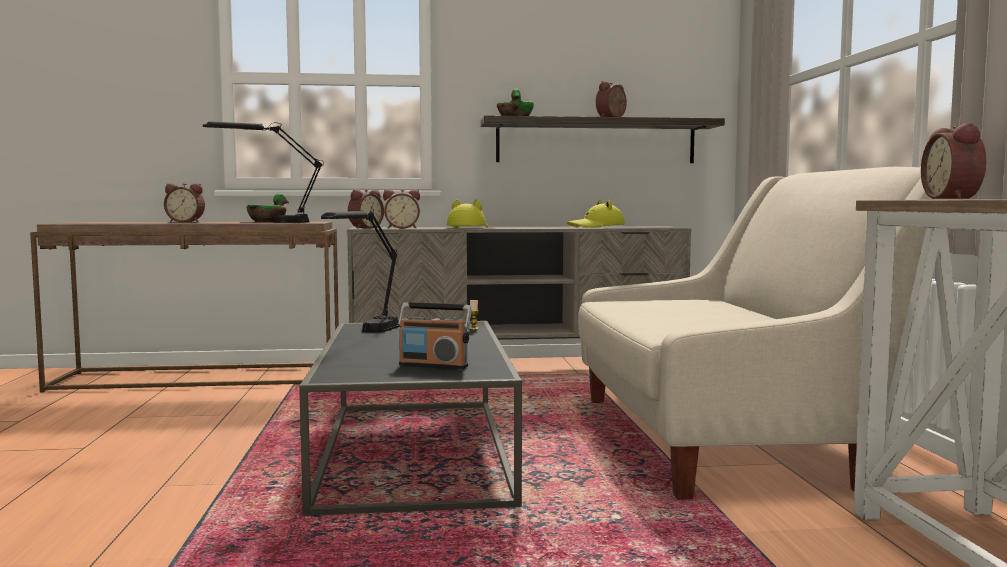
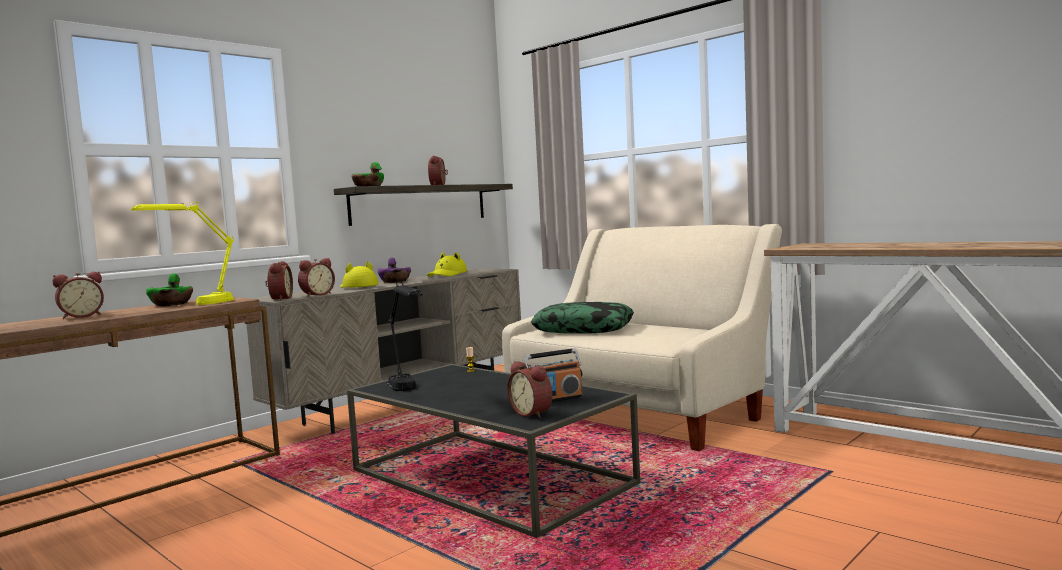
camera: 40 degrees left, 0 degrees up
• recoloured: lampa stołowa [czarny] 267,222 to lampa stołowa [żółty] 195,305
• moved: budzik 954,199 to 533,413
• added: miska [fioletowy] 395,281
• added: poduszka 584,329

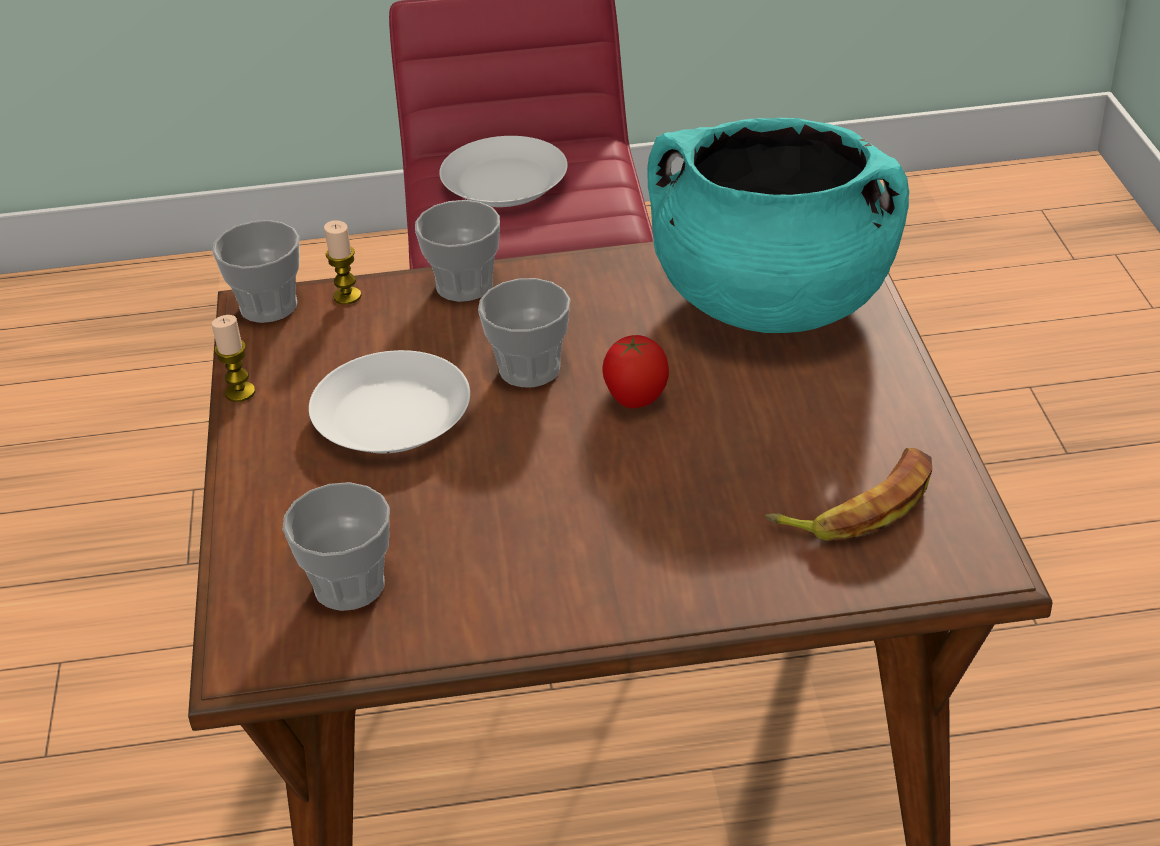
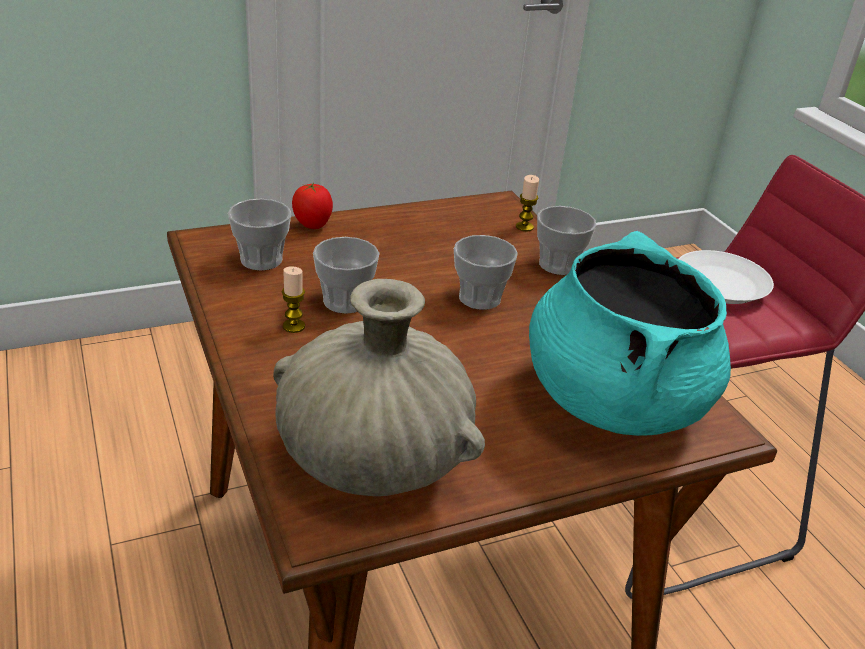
camera: 70 degrees right, 5 degrees down
• moved: filiżanka 268,306 to 345,301
• moved: świeca 240,392 to 293,326
• moved: pomidor 635,401 to 313,226
• removed: talerz [biały] 393,417
• replaced: banan 860,505 to wazon [beżowy] 374,458

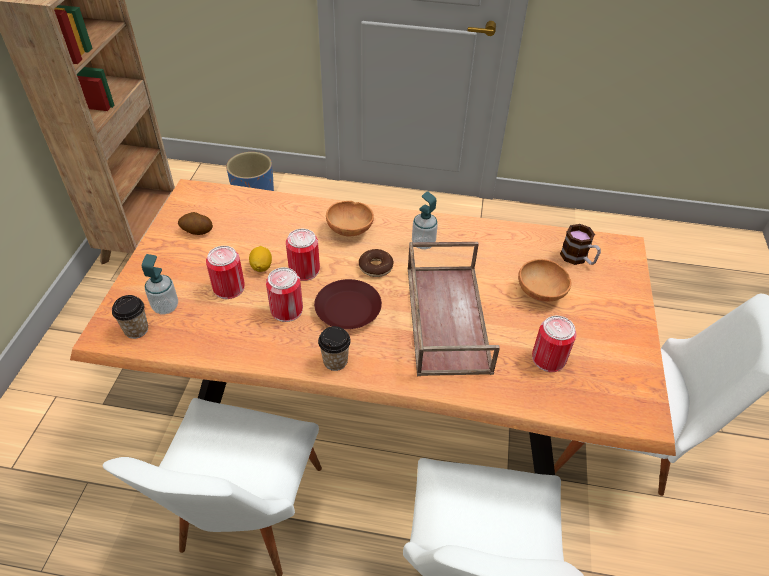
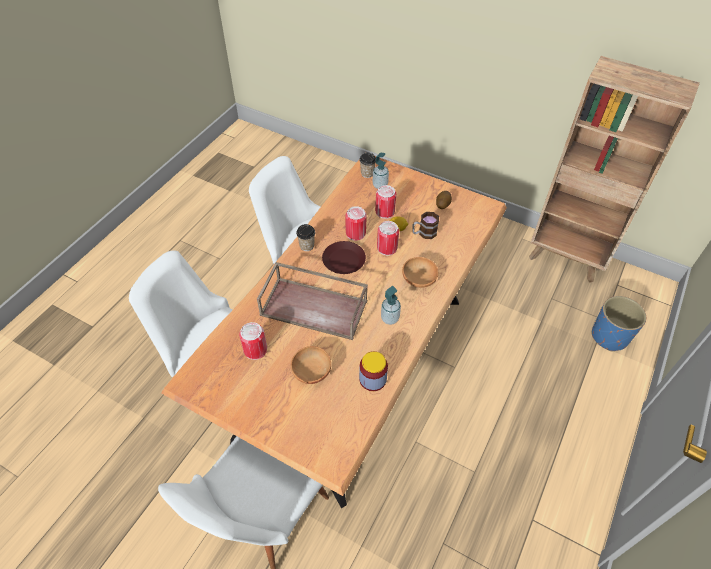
camera: 110 degrees right, 5 degrees up
• moved: kubek 578,258 to 424,233
• removed: donut 376,267
• added: słoik 372,379

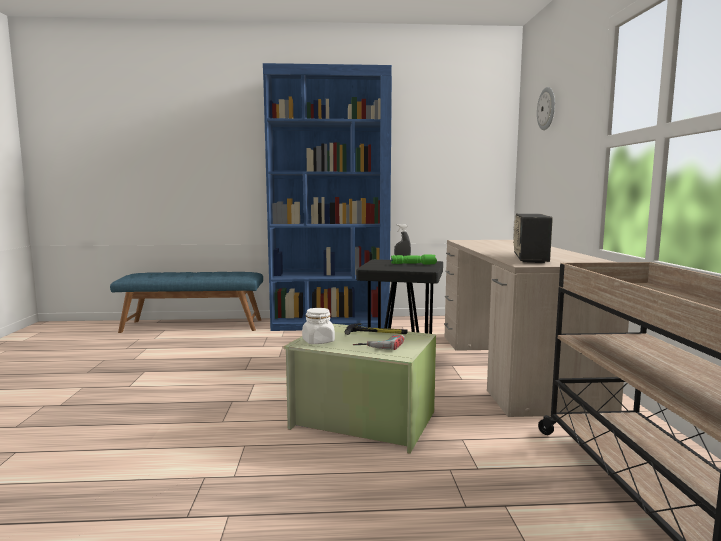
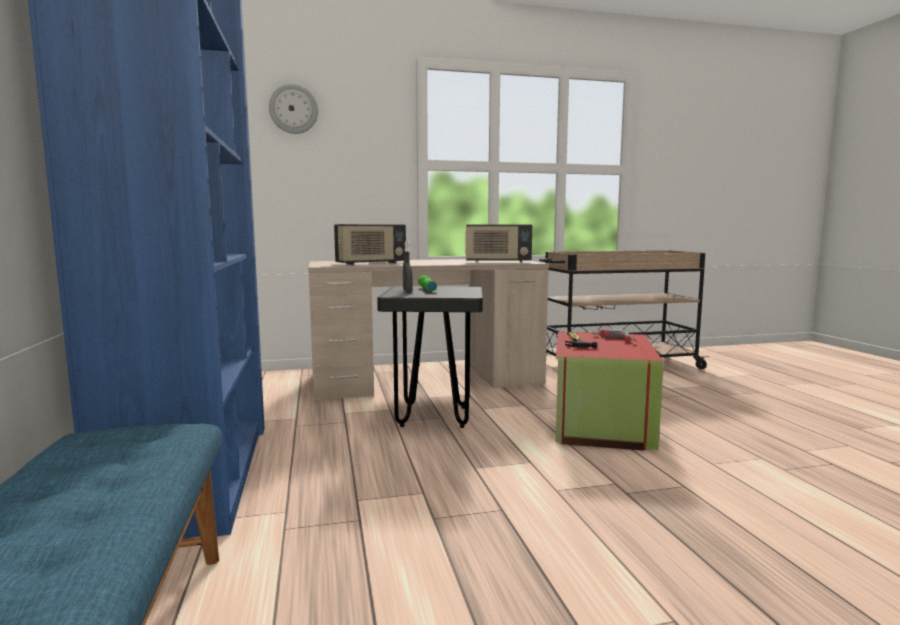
camera: 100 degrees left, 0 degrees up
• removed: słoik [biały] 318,341
• recoloured: pojemnik do przechowywania [zielony] 363,419 to pojemnik do przechowywania [czerwony] 599,423
• added: radio 371,263

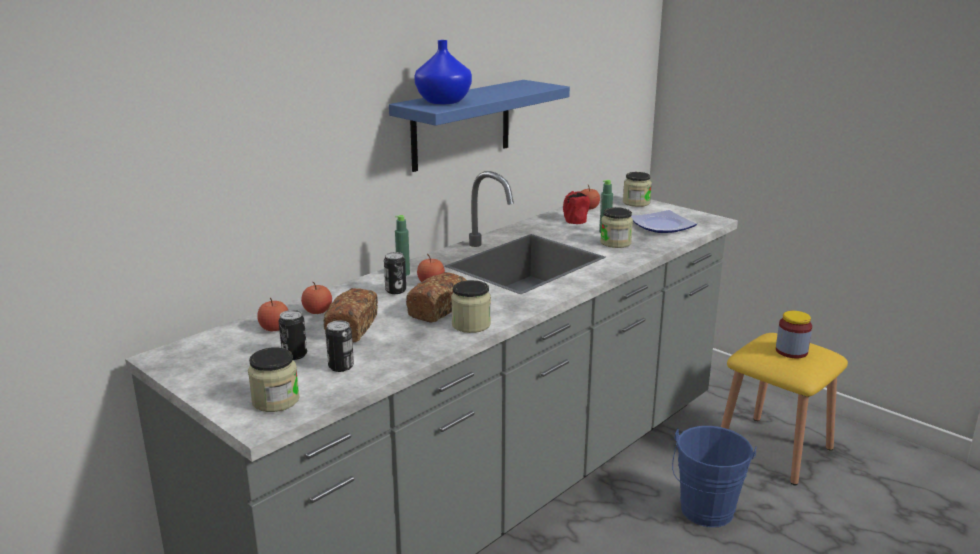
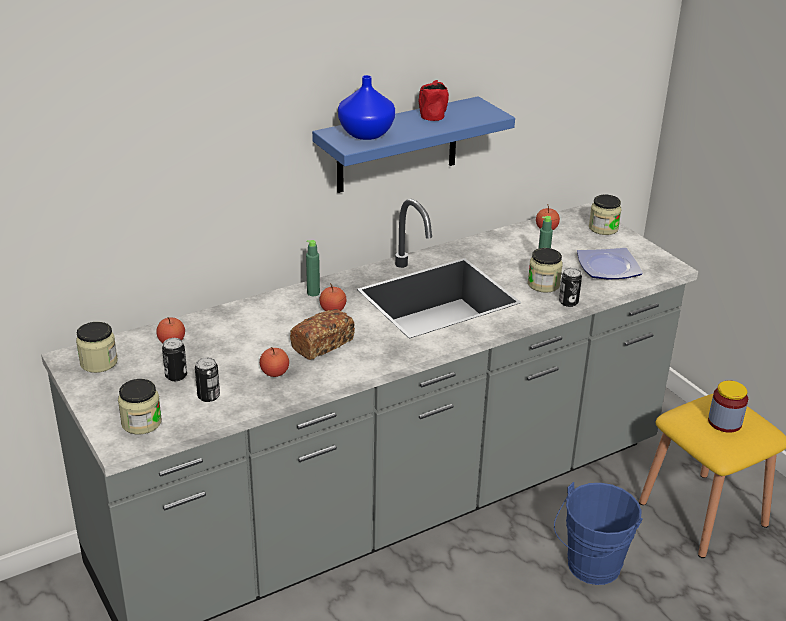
camera: 15 degrees right, 10 degrees up
• moved: kubek [czerwony] 573,218 to 432,113
• moved: puszka 395,291 to 568,302
• moved: słoik 471,325 to 99,362
• moved: jabłko 317,311 to 274,373
• removed: chleb 352,328

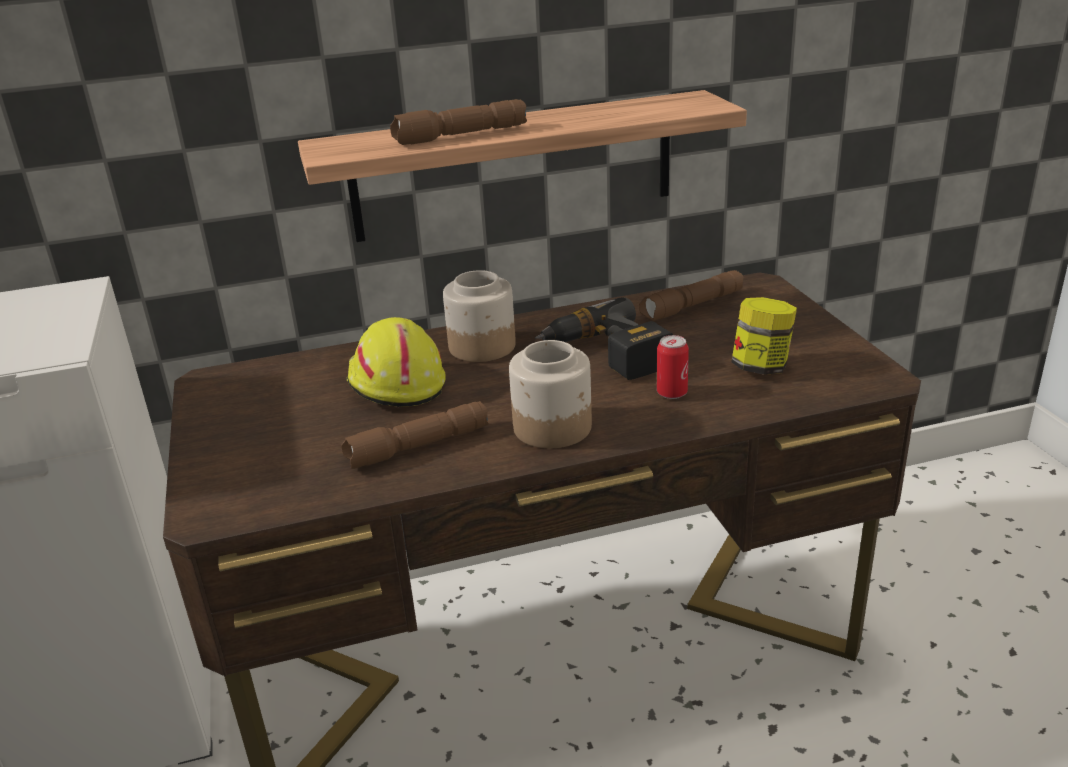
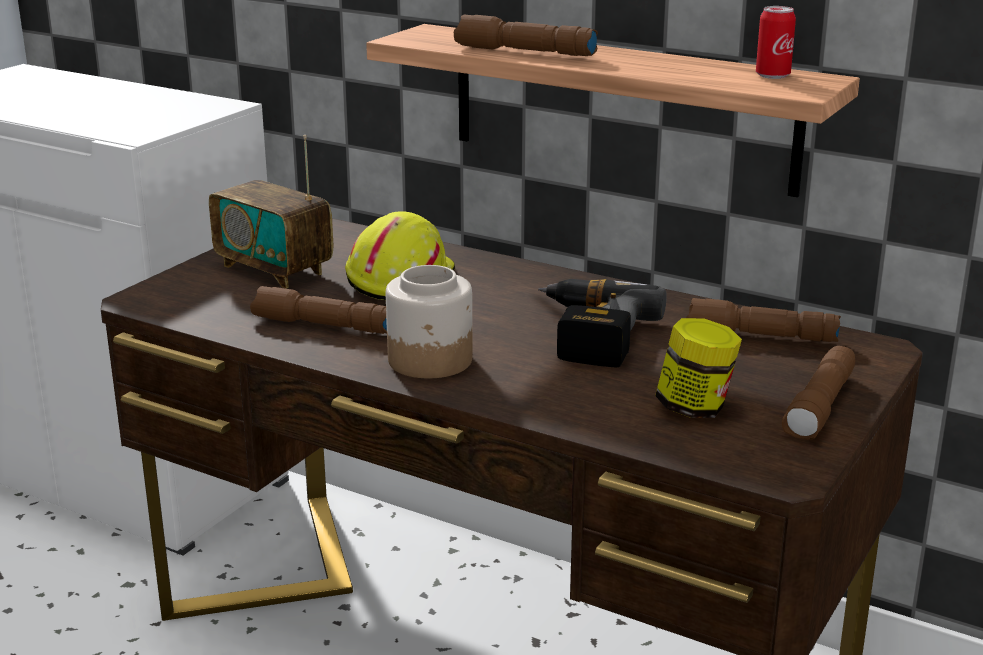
camera: 45 degrees right, 5 degrees down
• removed: słoik 481,346
• moved: puszka 672,393 to 772,75
• added: radio 274,269
• added: latarka [brązowy] 821,407

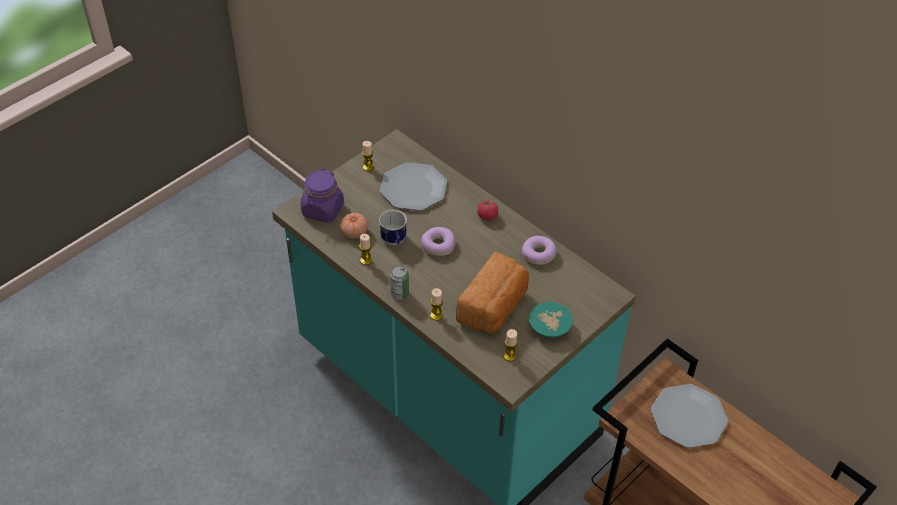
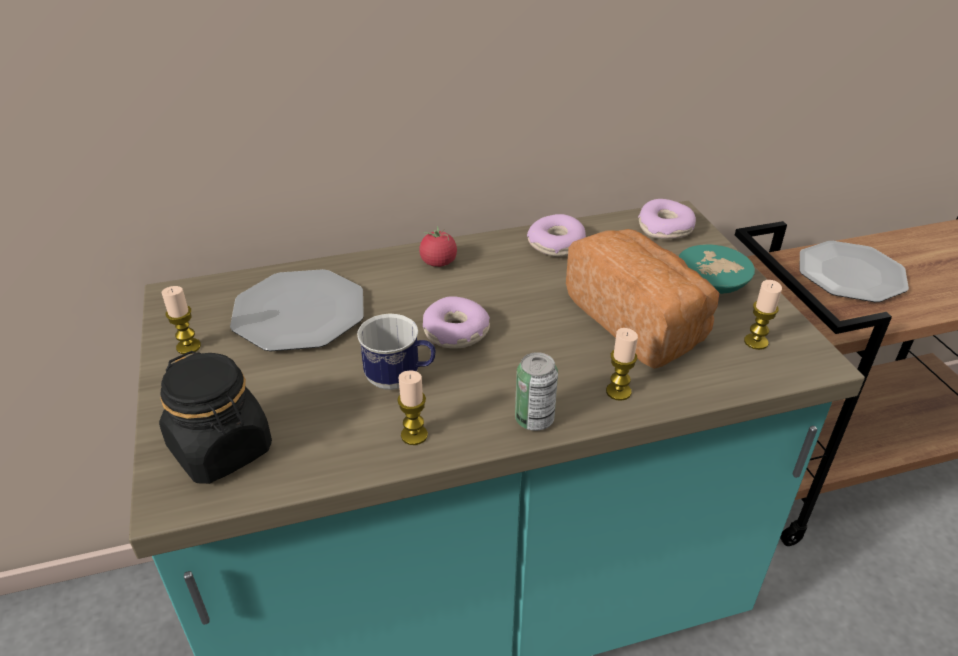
camera: 60 degrees left, 10 degrees down
• recoloured: słoik [fioletowy] 323,210 to słoik [czarny] 222,449
• removed: pomidor 354,232
• added: donut 665,228

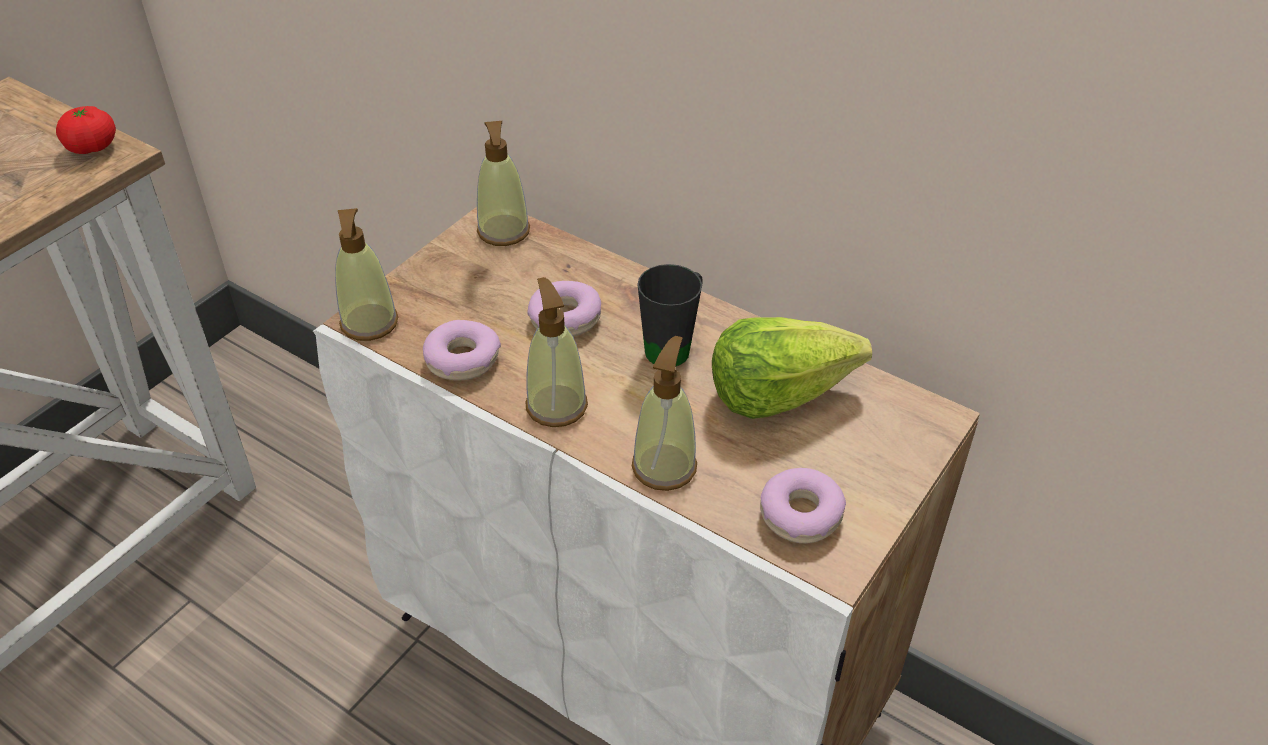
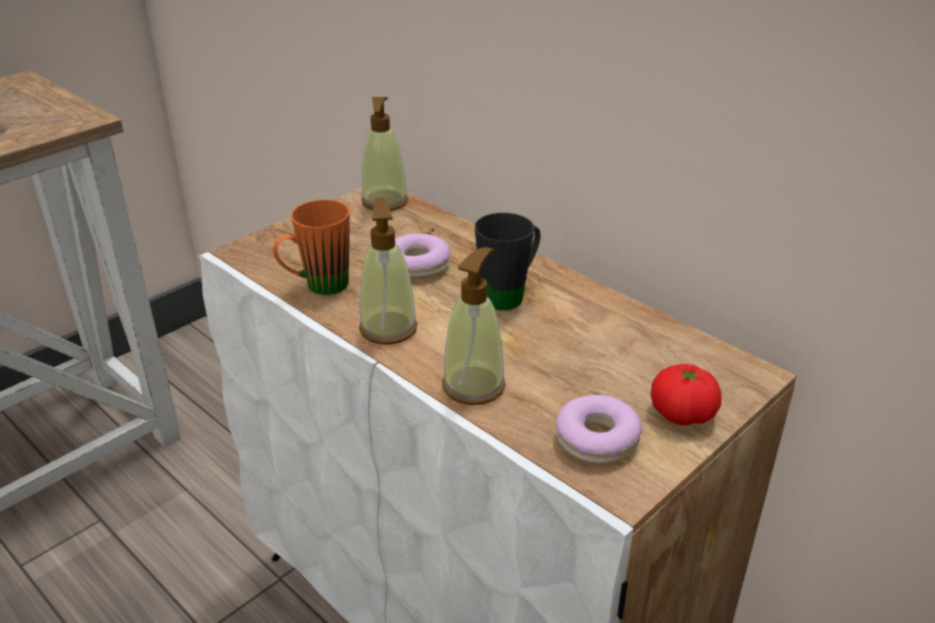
camera: 10 degrees right, 10 degrees down
• moved: pomidor 92,147 to 682,414
• removed: dozownik mydła 369,323
• removed: sałata 778,391
• replaced: donut 463,359 to kubek [pomarańczowy] 317,287

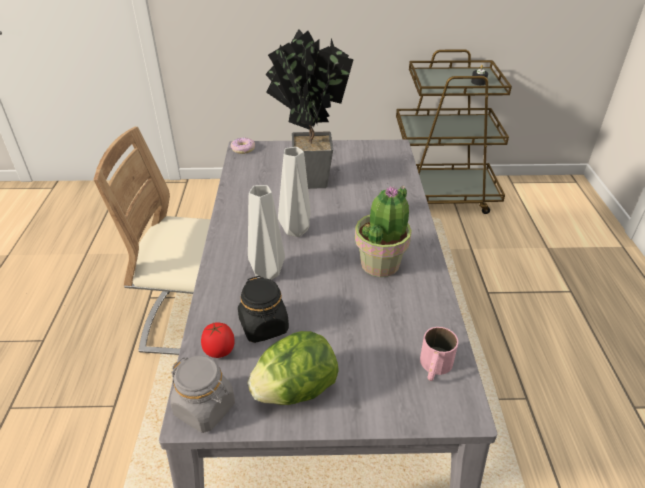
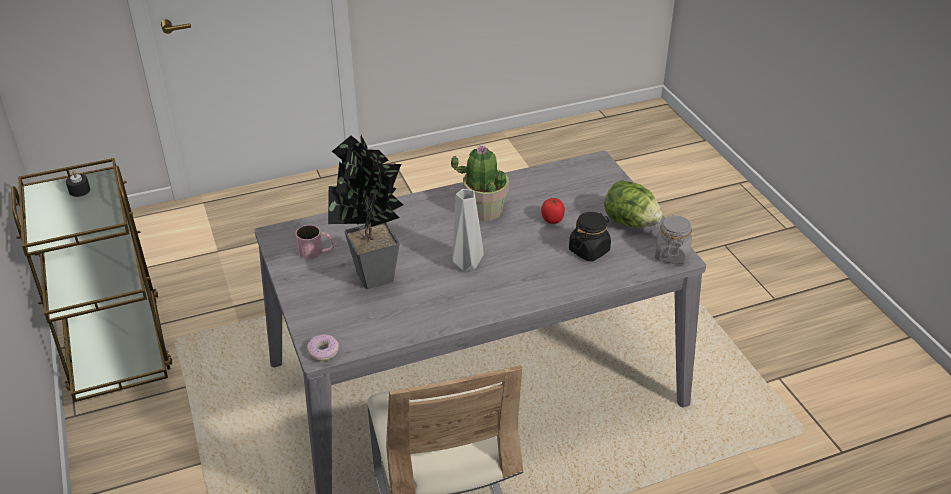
camera: 110 degrees left, 0 degrees up
• removed: wazon [szary] 268,274
• moved: pomidor 220,351 to 552,220
• moved: kubek [różowy] 434,367 to 316,251

